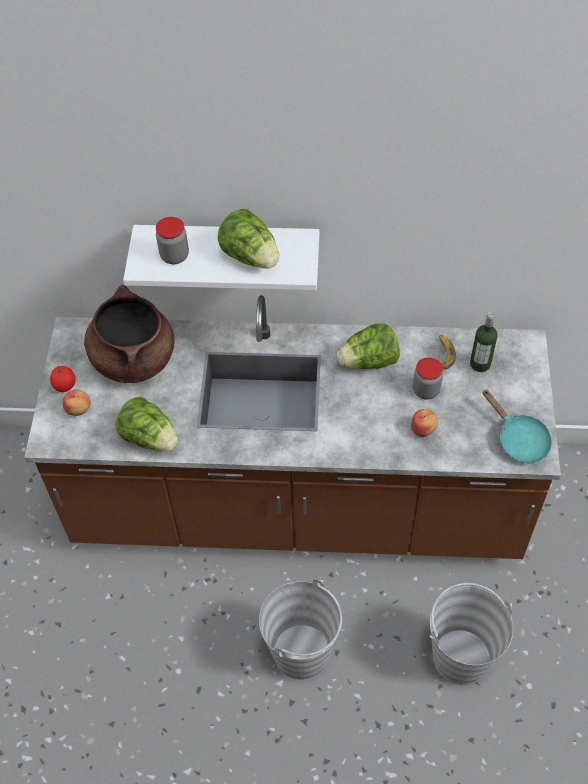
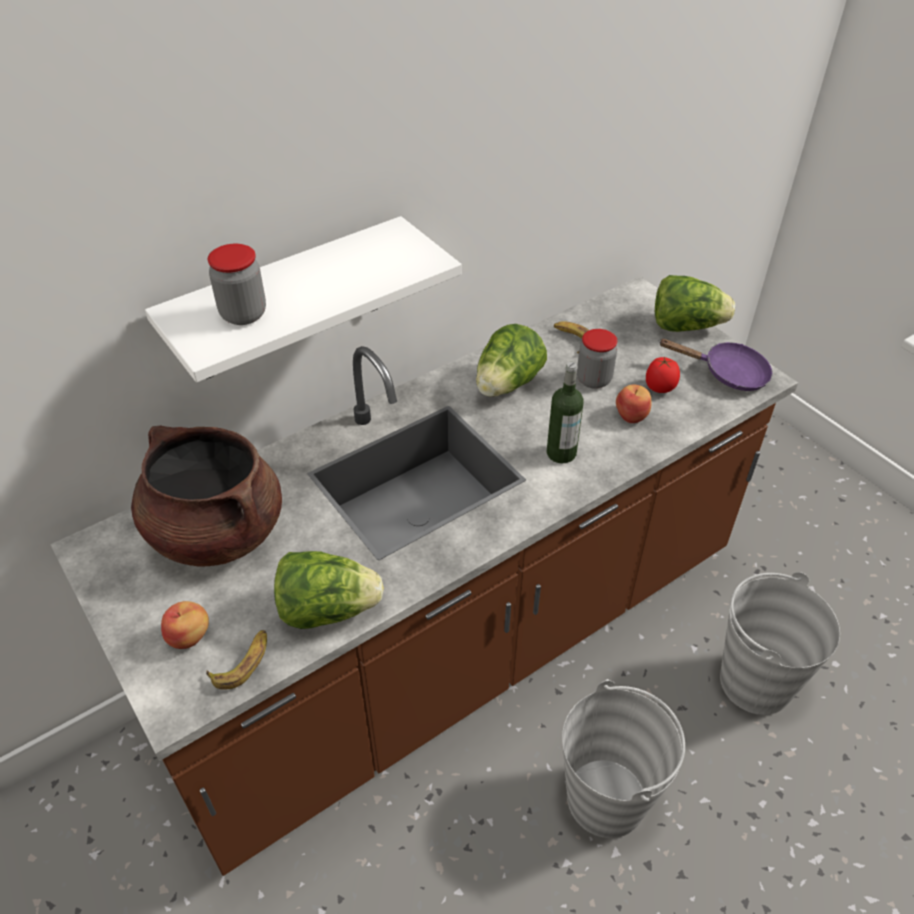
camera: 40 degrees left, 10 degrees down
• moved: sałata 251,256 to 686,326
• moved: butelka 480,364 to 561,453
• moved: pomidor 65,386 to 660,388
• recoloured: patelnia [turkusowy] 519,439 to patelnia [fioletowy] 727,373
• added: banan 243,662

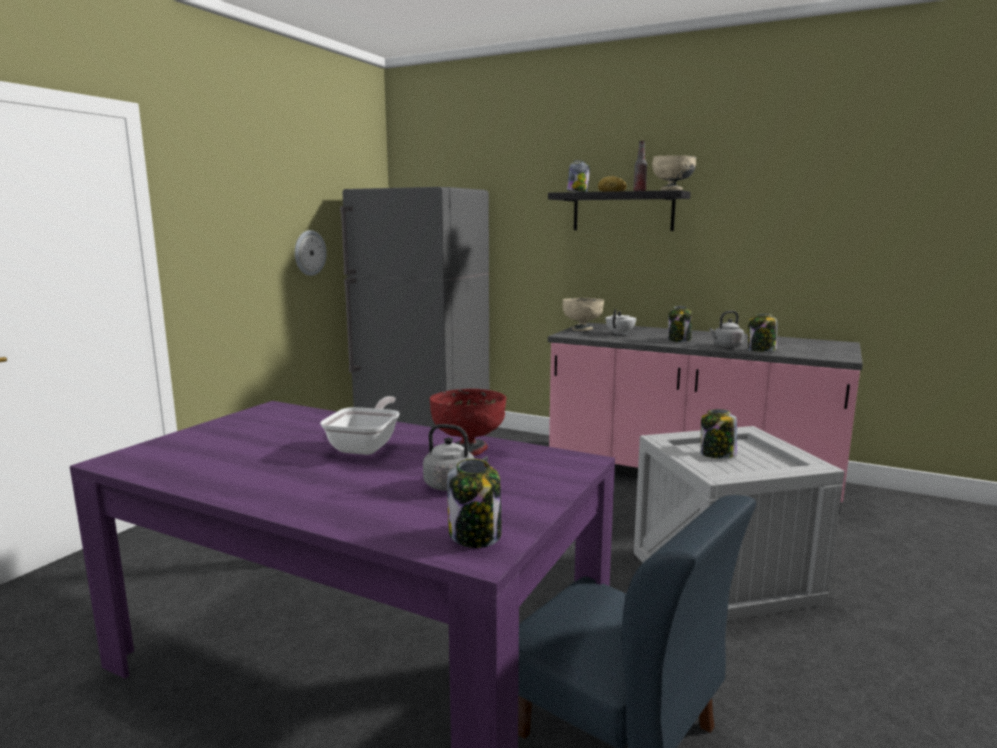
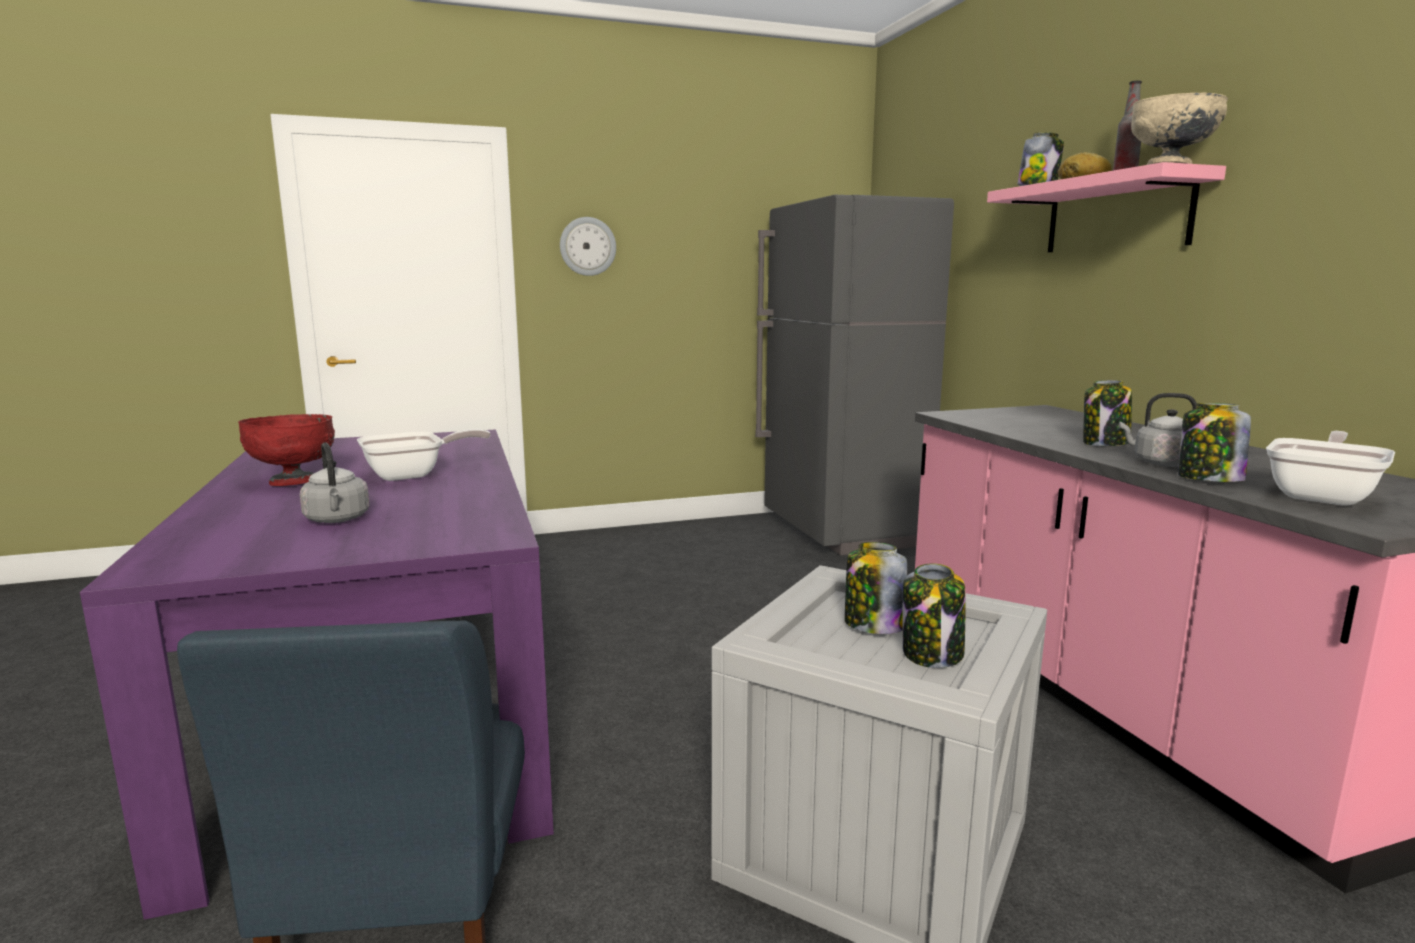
camera: 45 degrees right, 0 degrees up
• recoloured: półka [czarny] 623,211 to półka [różowy] 1116,215
• moved: zegar ścienny 309,253 to 587,246
• removed: miska [beżowy] 582,329
• removed: imbryk [biały] 620,333
• moved: miska [czerwony] 468,450 to 295,482
• moved: słoik 475,535 to 932,654
• added: patelnia 1323,496

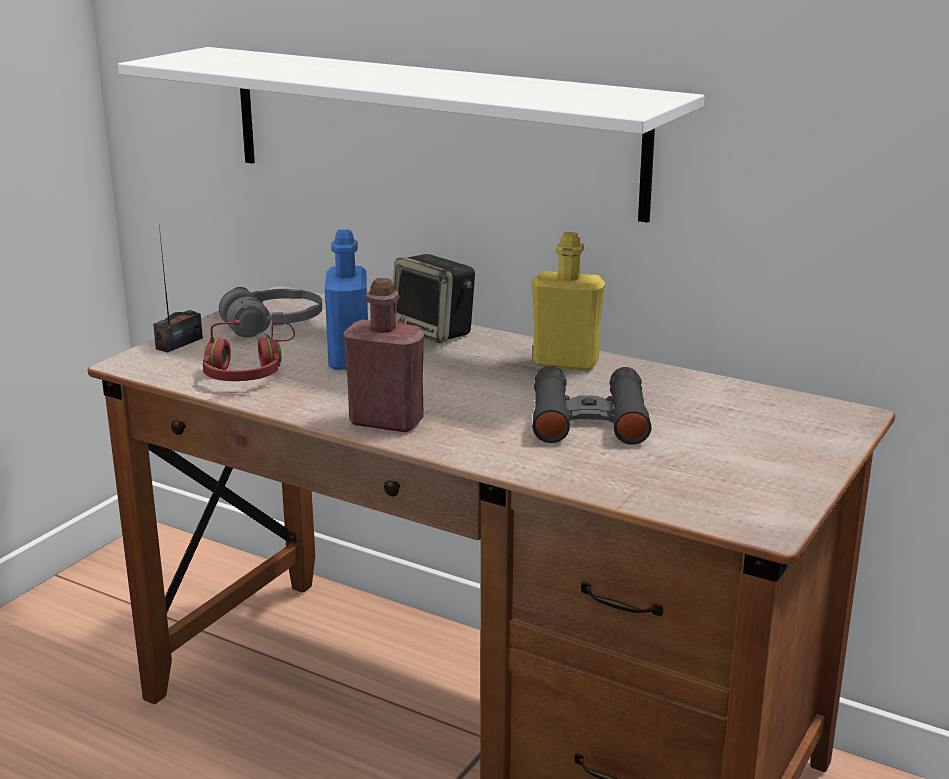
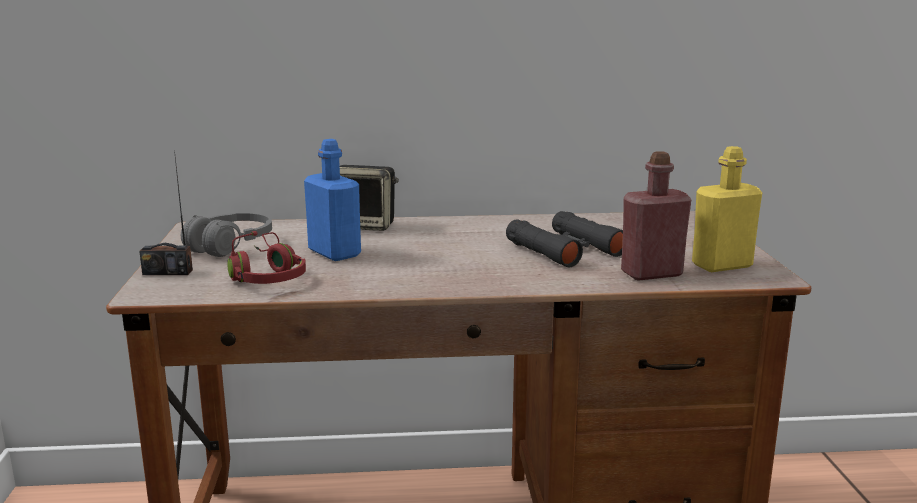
camera: 35 degrees left, 5 degrees down
• removed: półka [biały] 430,129
• turned: radio 179,343 = 167,272 90 degrees counterclockwise
• moved: butelka [żółty] 566,362 to 721,265
• moved: butelka [czerwony] 386,422 to 651,273

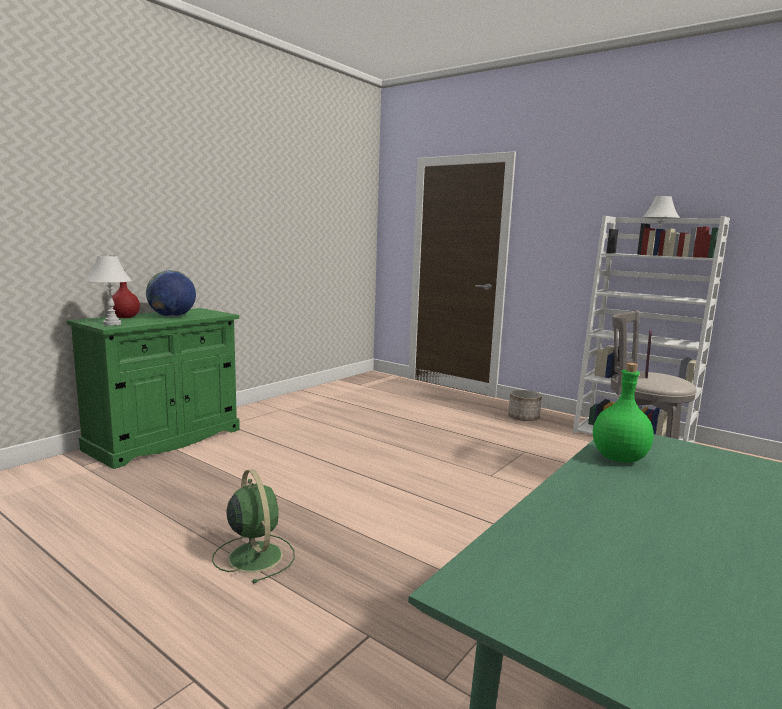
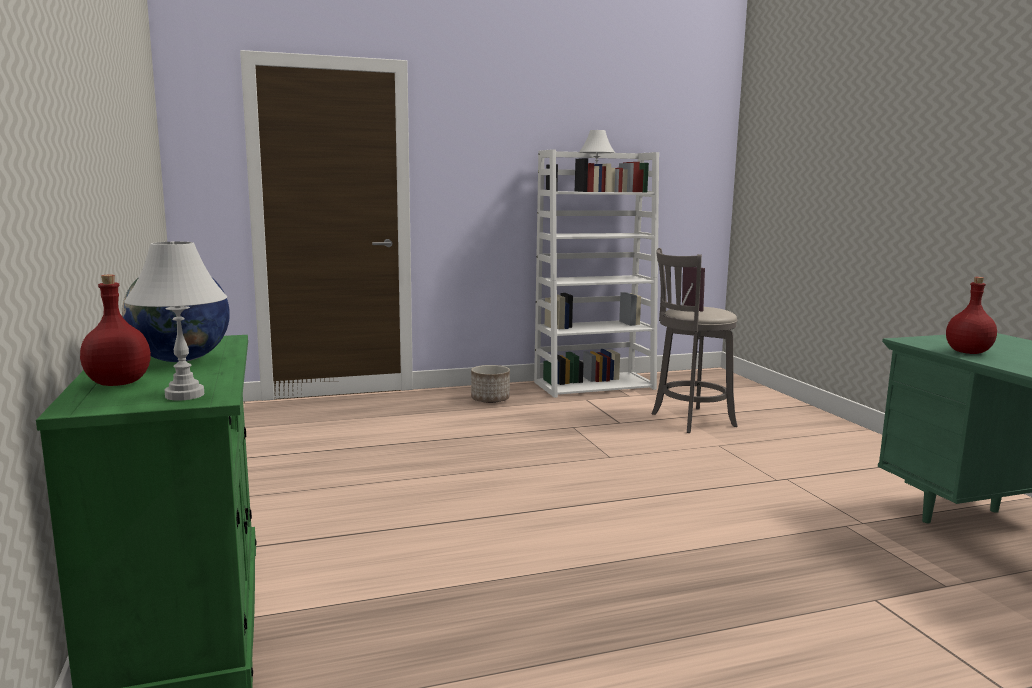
camera: 55 degrees left, 0 degrees up
• recoloured: butelka [zielony] 620,458 to butelka [czerwony] 969,352
• removed: wentylator [zielony] 254,555

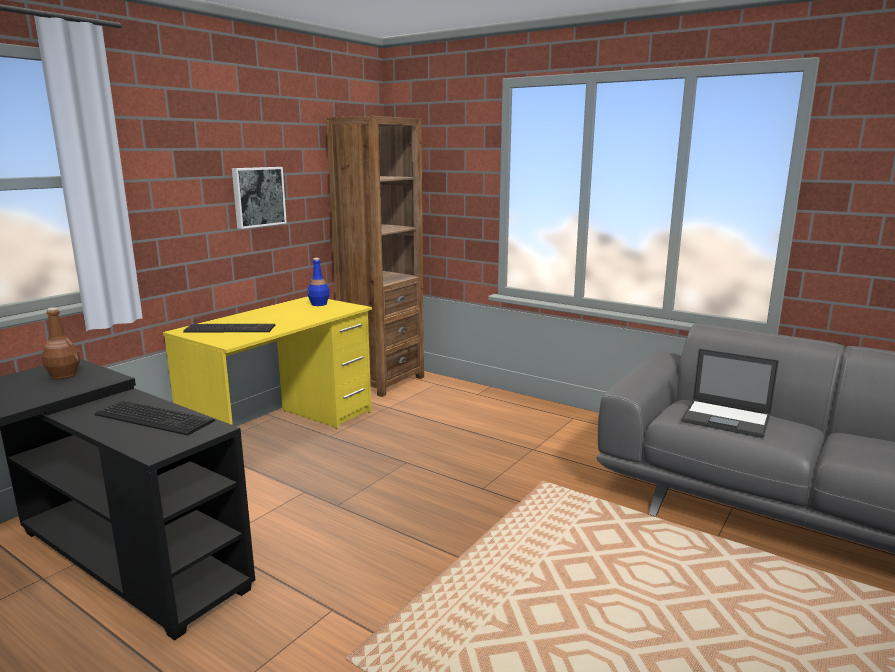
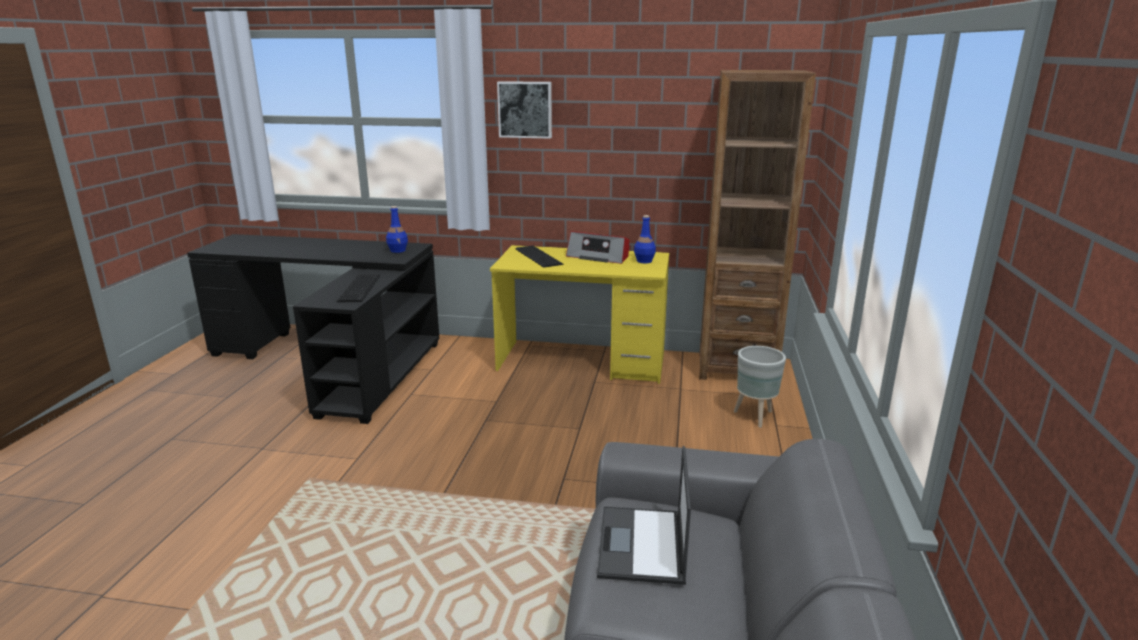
camera: 65 degrees right, 5 degrees up
• moved: obraz 258,196 to 525,109
• recoloured: butelka [brązowy] 64,375 to butelka [niebieski] 398,250
• added: radio 598,257
• added: donica [szary] 755,417

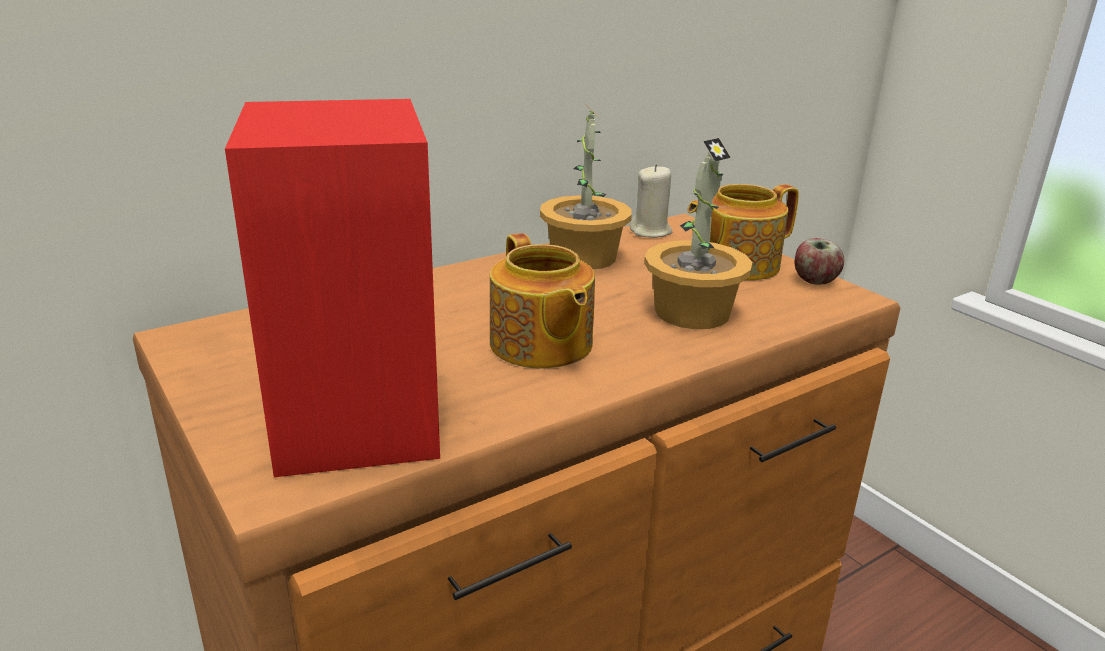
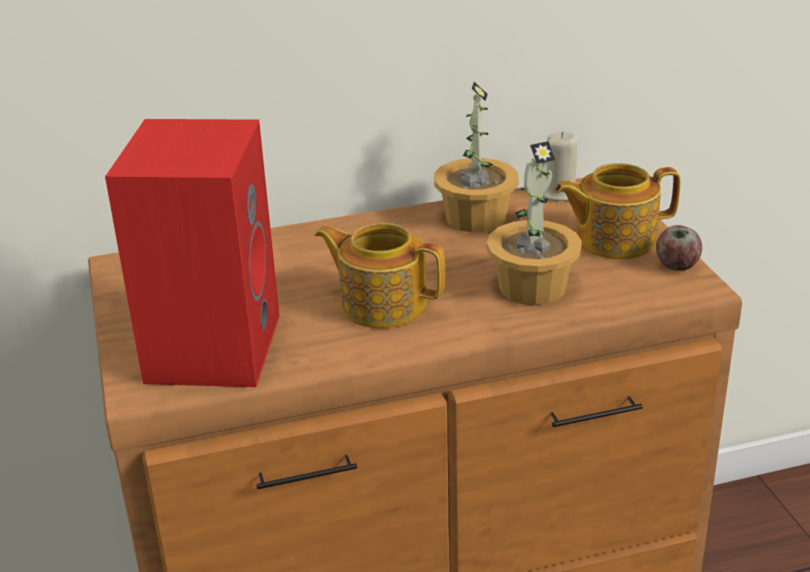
camera: 20 degrees right, 5 degrees up
• turned: imbryk 540,345 = 382,304 120 degrees clockwise

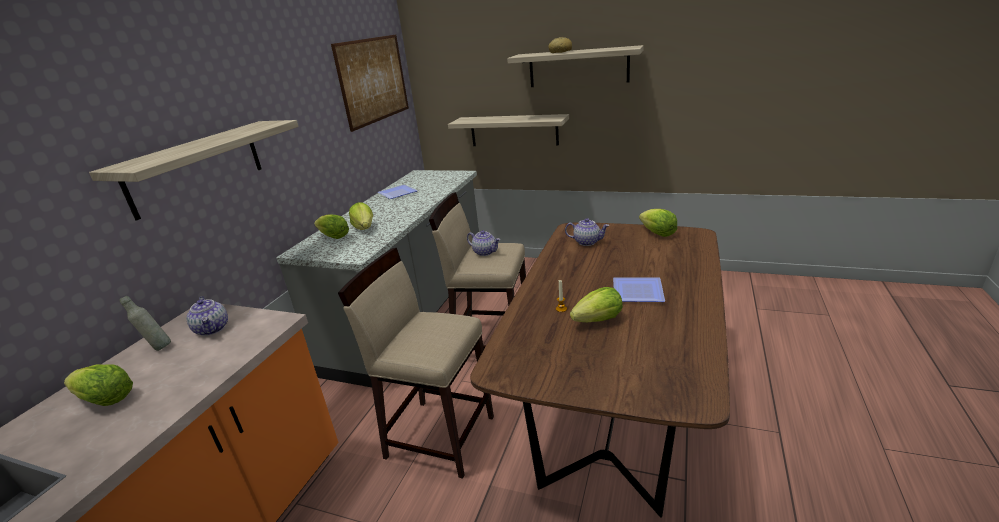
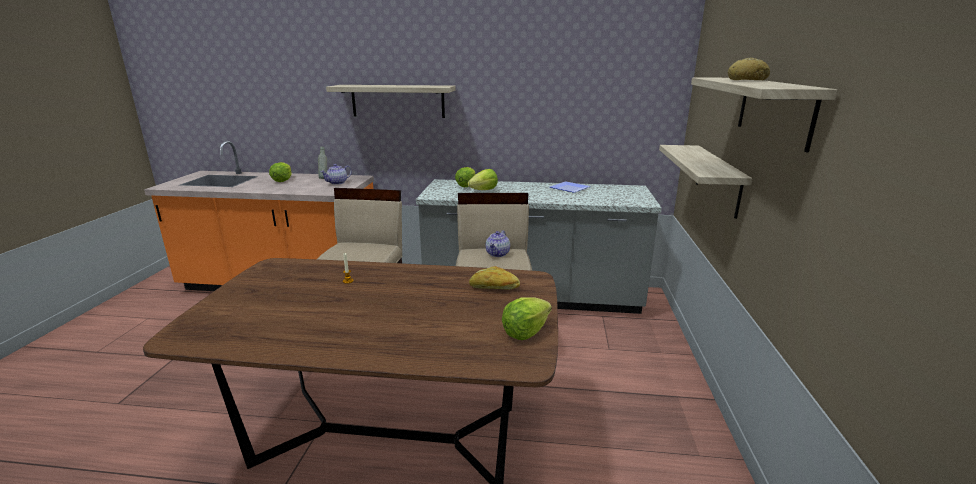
camera: 75 degrees right, 5 degrees down
• removed: obraz 373,80
• replaced: imbryk 587,242 to chleb 494,287
• removed: talerz 639,291
• removed: sałata 598,320

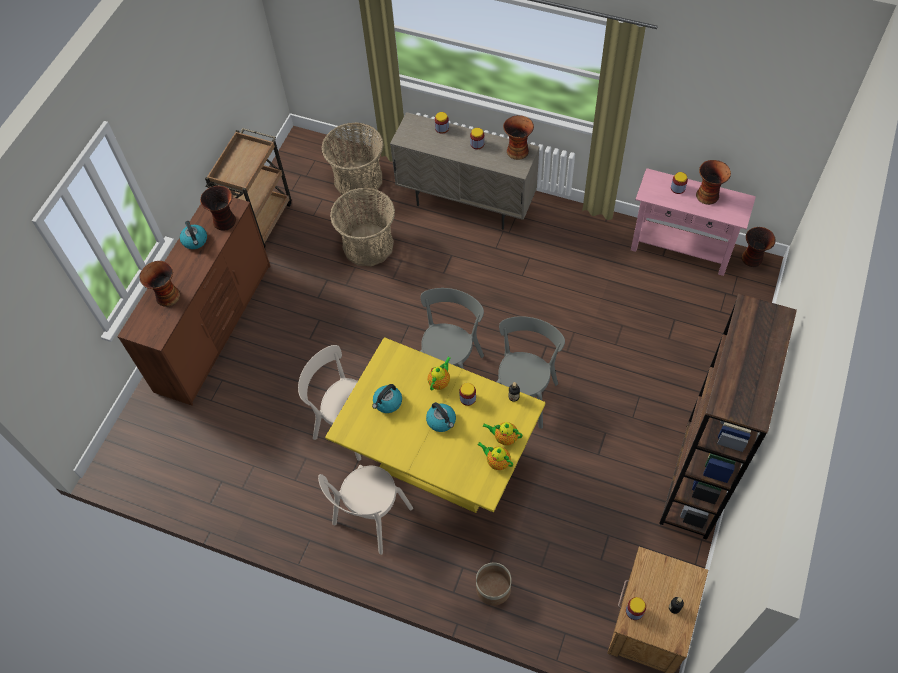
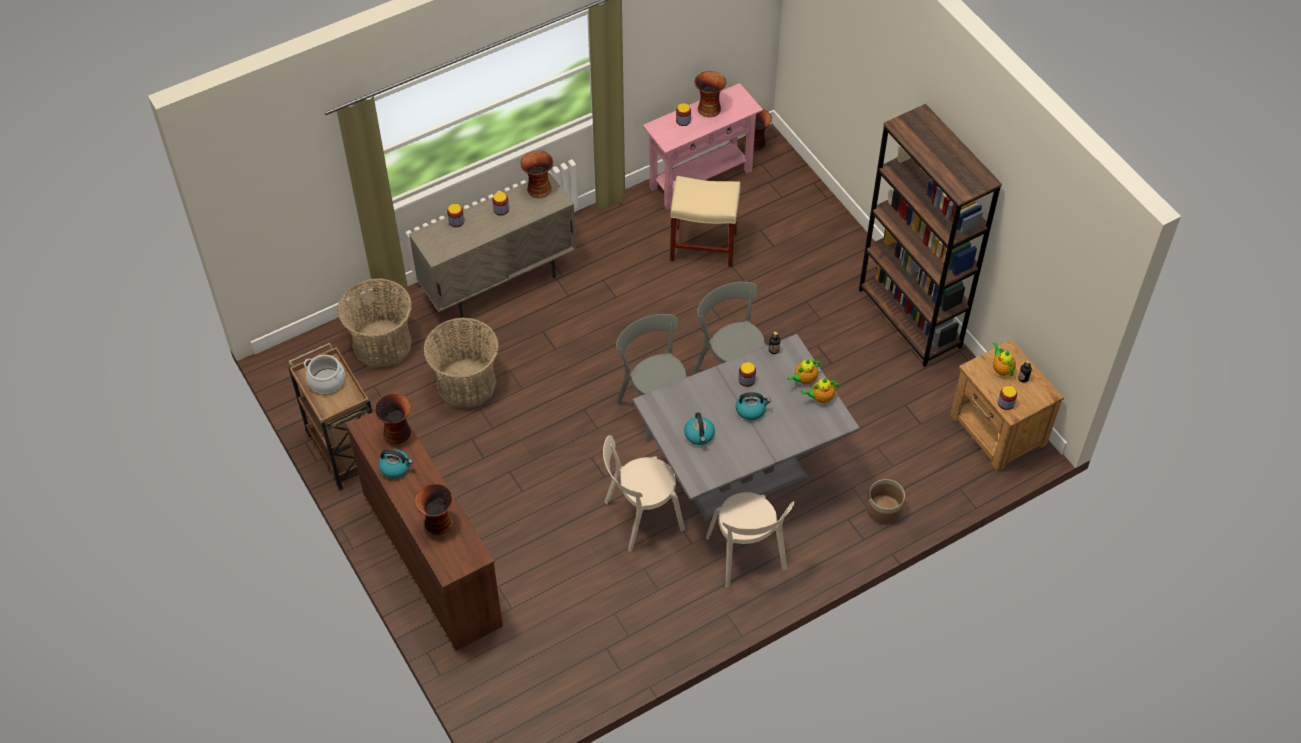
camera: 55 degrees left, 5 degrees down
• recoloured: stół jadalny [żółty] 440,462 to stół jadalny [szary] 740,473
• moved: imbryk 440,381 to 1001,368
• added: stołek [beżowy] 704,246
• added: garnek 327,381

